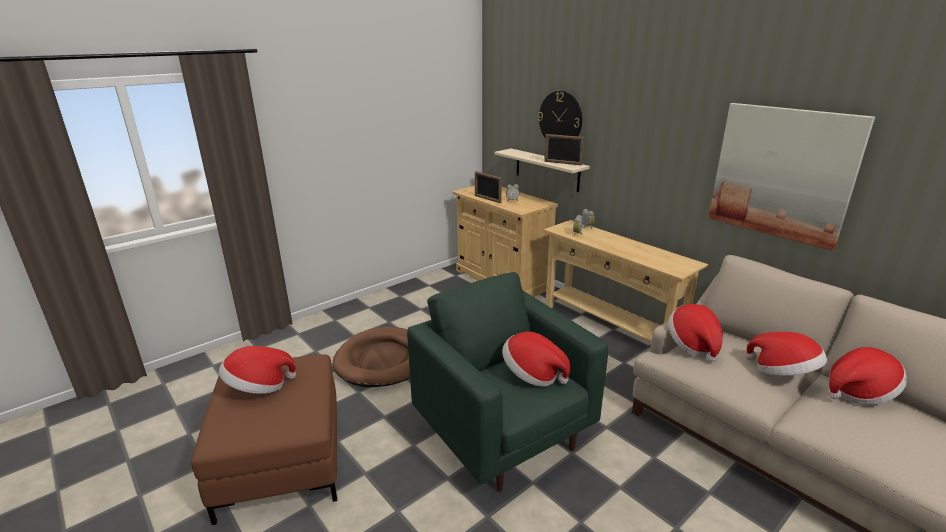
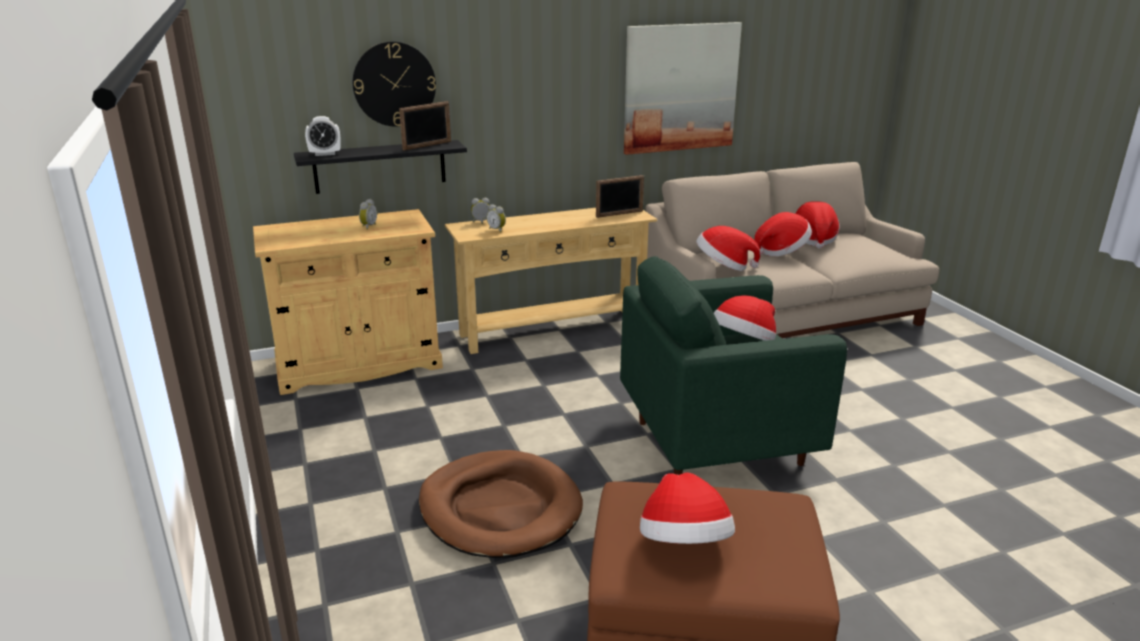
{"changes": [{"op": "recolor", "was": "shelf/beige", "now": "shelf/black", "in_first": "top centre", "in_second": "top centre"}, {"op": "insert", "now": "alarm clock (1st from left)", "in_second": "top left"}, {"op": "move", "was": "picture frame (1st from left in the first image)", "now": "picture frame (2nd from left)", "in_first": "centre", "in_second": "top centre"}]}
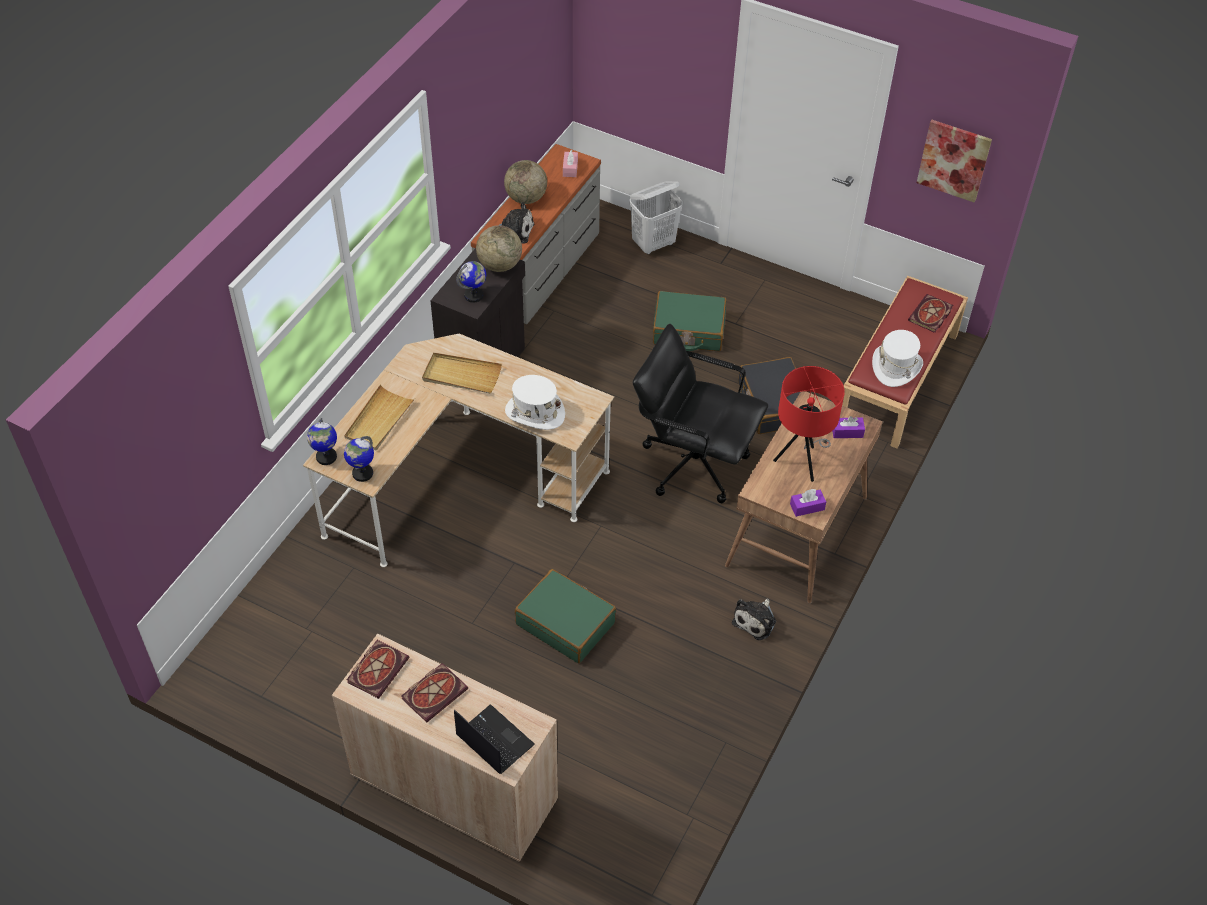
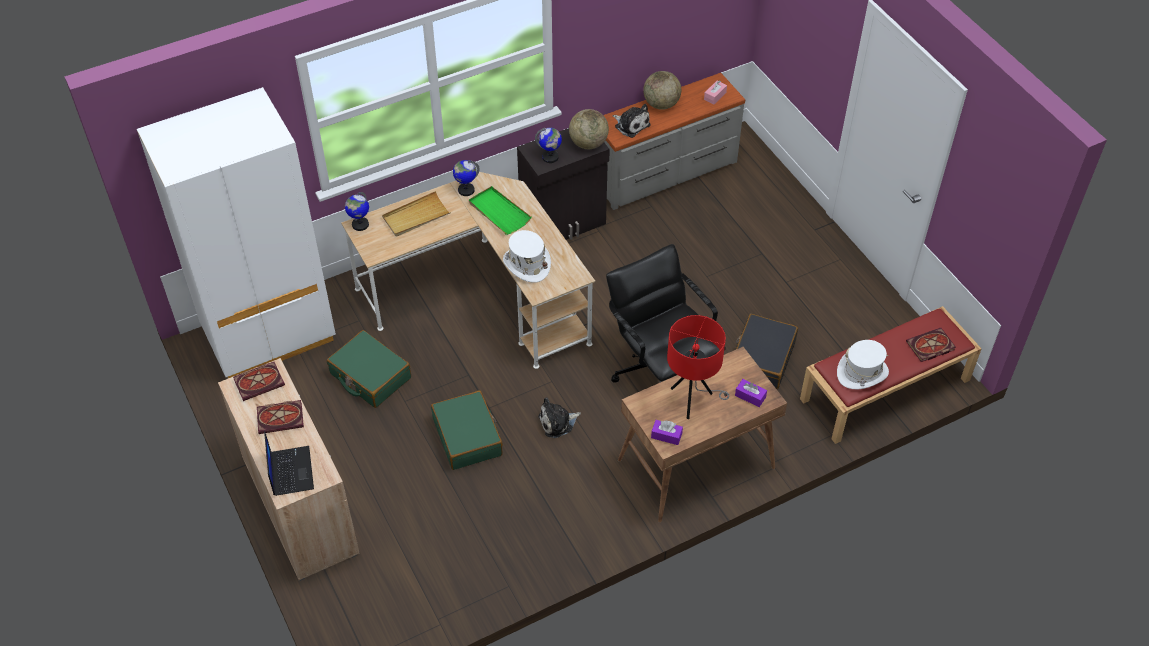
{"changes": [{"op": "insert", "now": "wardrobe/white", "in_second": "middle left"}, {"op": "move", "was": "suitcase/green (2nd from left in the first image)", "now": "suitcase/green (1st from left)", "in_first": "centre", "in_second": "middle left"}, {"op": "move", "was": "globe (2nd from left)", "in_first": "middle left", "in_second": "top centre"}, {"op": "recolor", "was": "tray/beige (2nd from left)", "now": "tray/green", "in_first": "centre", "in_second": "top centre"}, {"op": "move", "was": "plush toy (2nd from left in the first image)", "now": "plush toy (1st from left)", "in_first": "bottom centre", "in_second": "centre"}, {"op": "delete", "was": "laundry basket/white", "in_first": "top centre"}, {"op": "delete", "was": "picture", "in_first": "top right"}]}
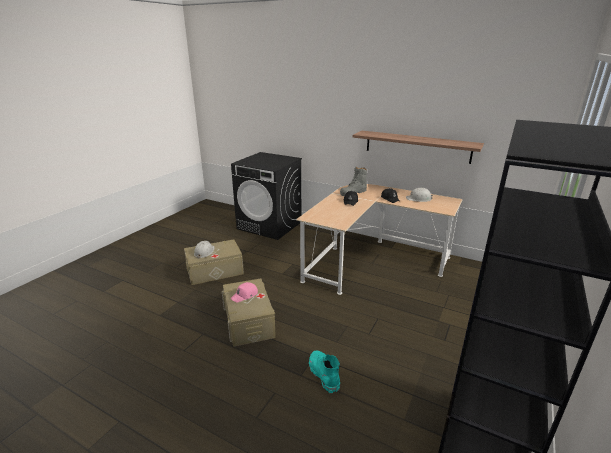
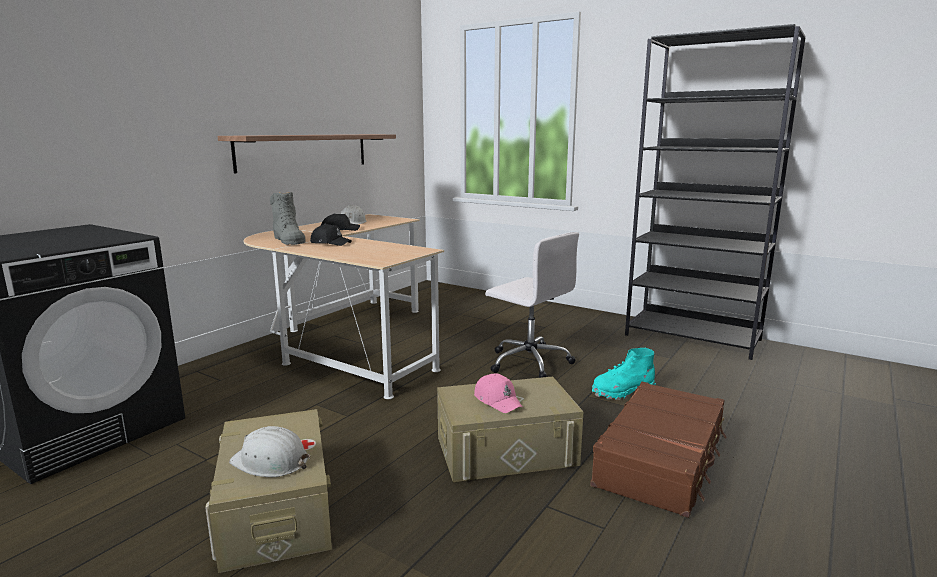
{"changes": [{"op": "insert", "now": "office chair/white", "in_second": "centre"}, {"op": "insert", "now": "suitcase/brown", "in_second": "bottom right"}]}
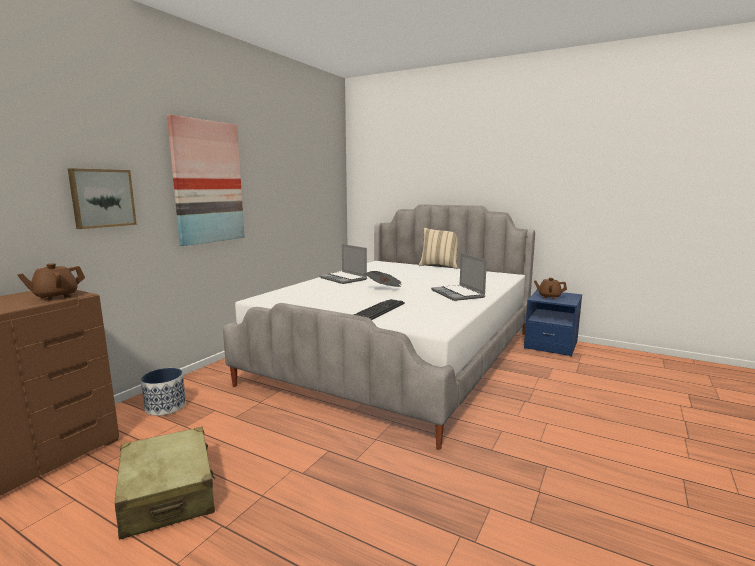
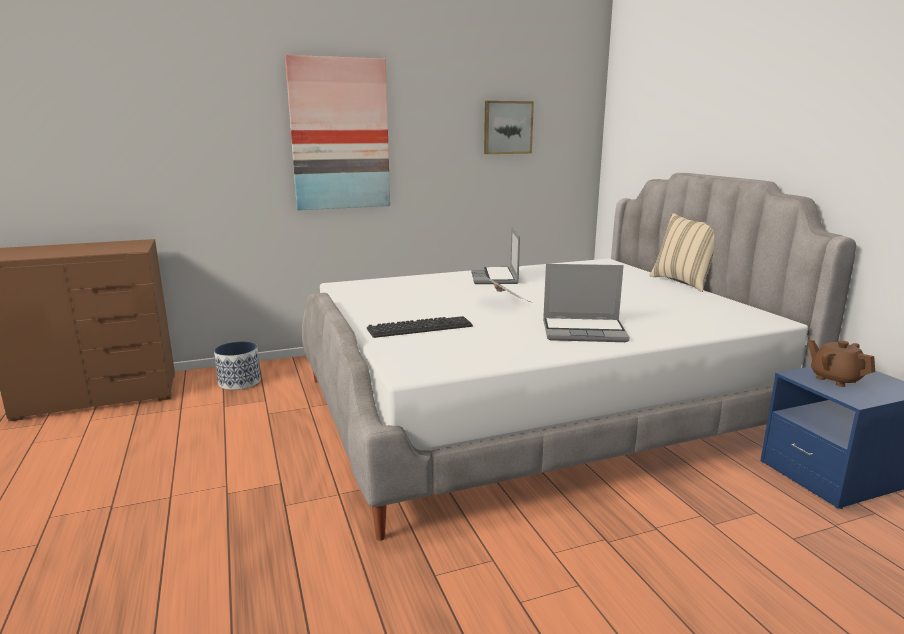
{"changes": [{"op": "move", "was": "picture (1st from left in the first image)", "now": "picture (2nd from left)", "in_first": "middle left", "in_second": "top centre"}, {"op": "rotate", "was": "laptop (2nd from left)", "in_first": "centre", "in_second": "centre", "clockwise": -105}, {"op": "delete", "was": "teapot/brown (1st from left)", "in_first": "middle left"}, {"op": "delete", "was": "suitcase/beige", "in_first": "bottom left"}]}
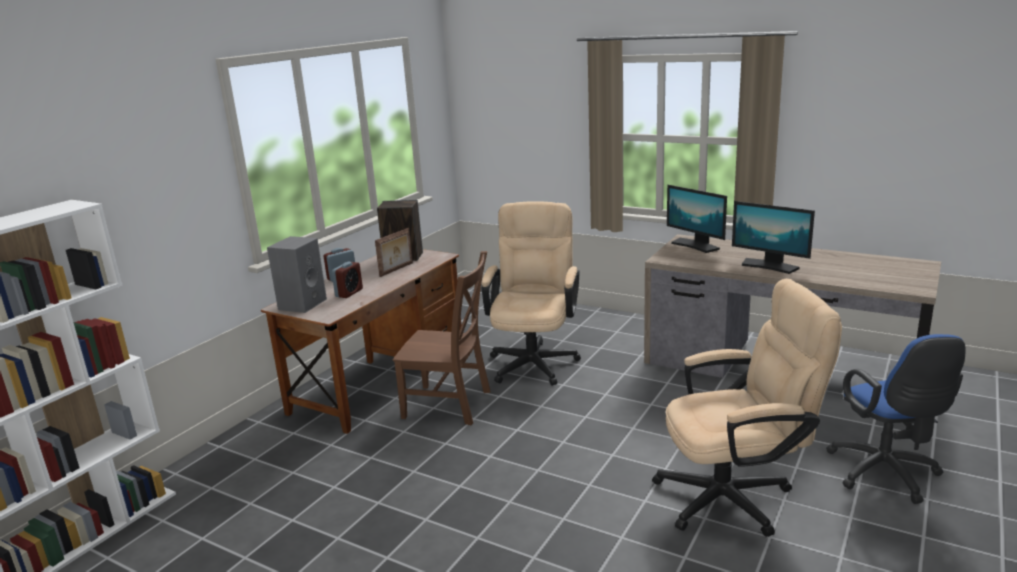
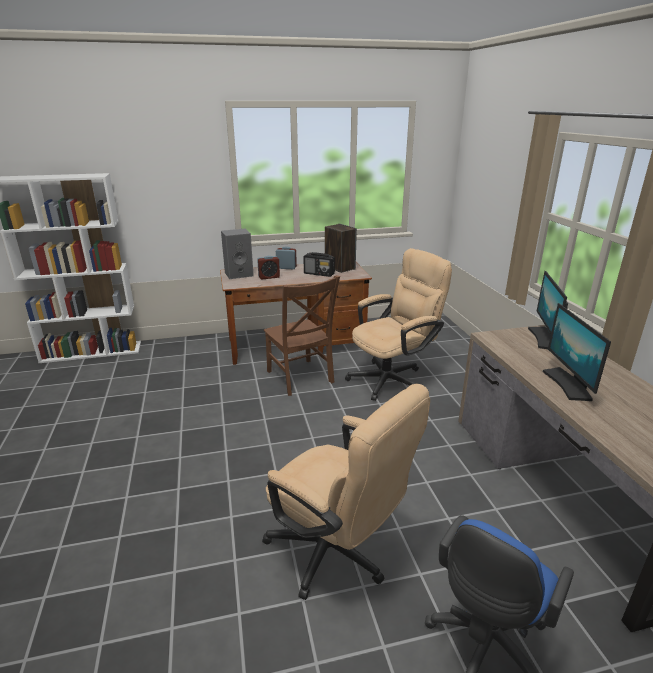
{"changes": [{"op": "replace", "was": "picture frame", "now": "radio", "in_first": "centre", "in_second": "centre"}]}
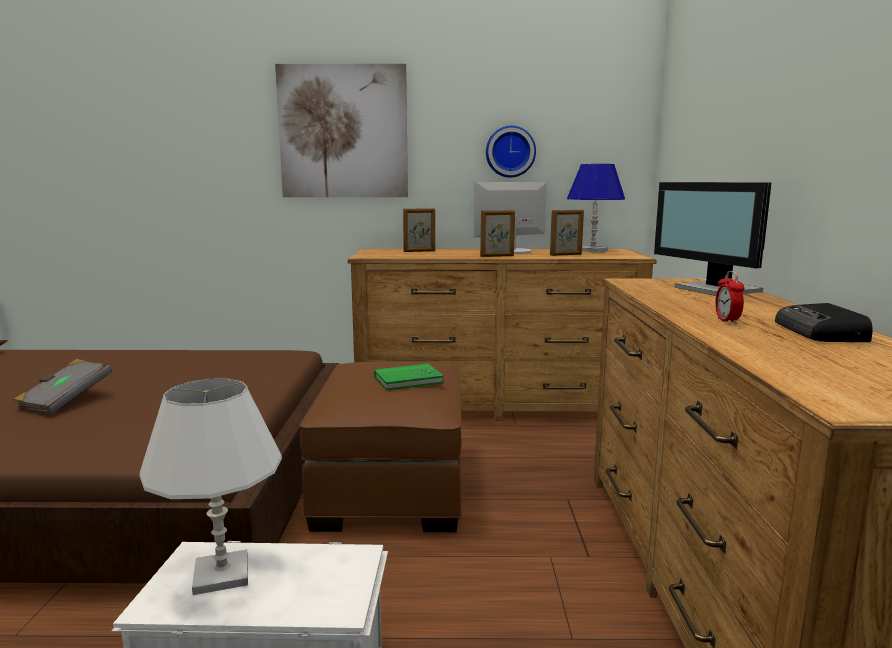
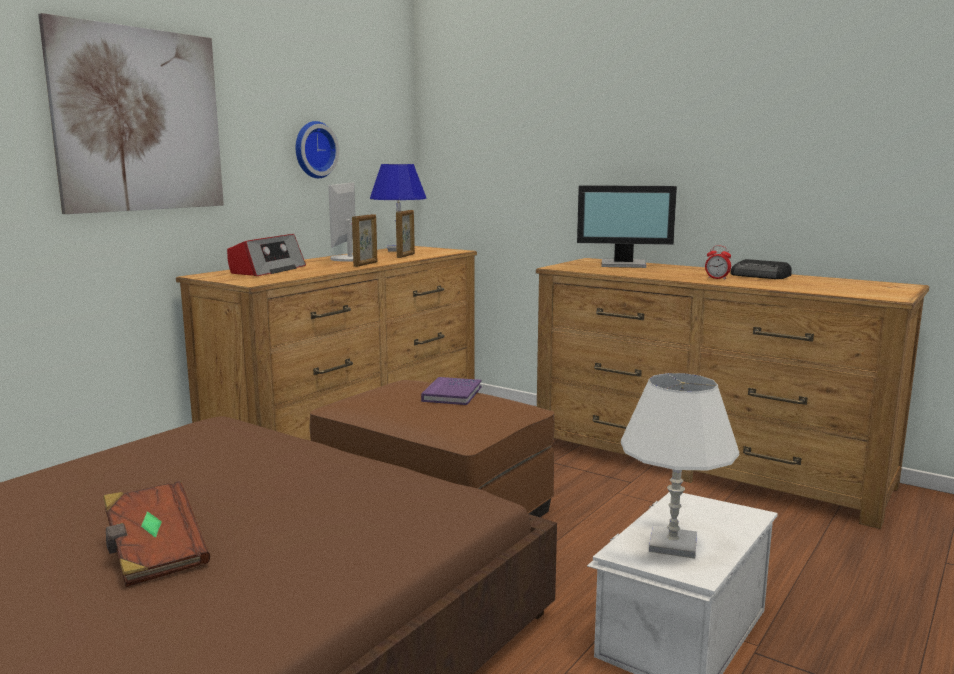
{"changes": [{"op": "recolor", "was": "book/grey", "now": "book/brown", "in_first": "middle left", "in_second": "bottom left"}, {"op": "replace", "was": "picture frame (1st from left)", "now": "radio (1st from left)", "in_first": "centre", "in_second": "middle left"}, {"op": "recolor", "was": "book/green", "now": "book/purple", "in_first": "centre", "in_second": "centre"}]}
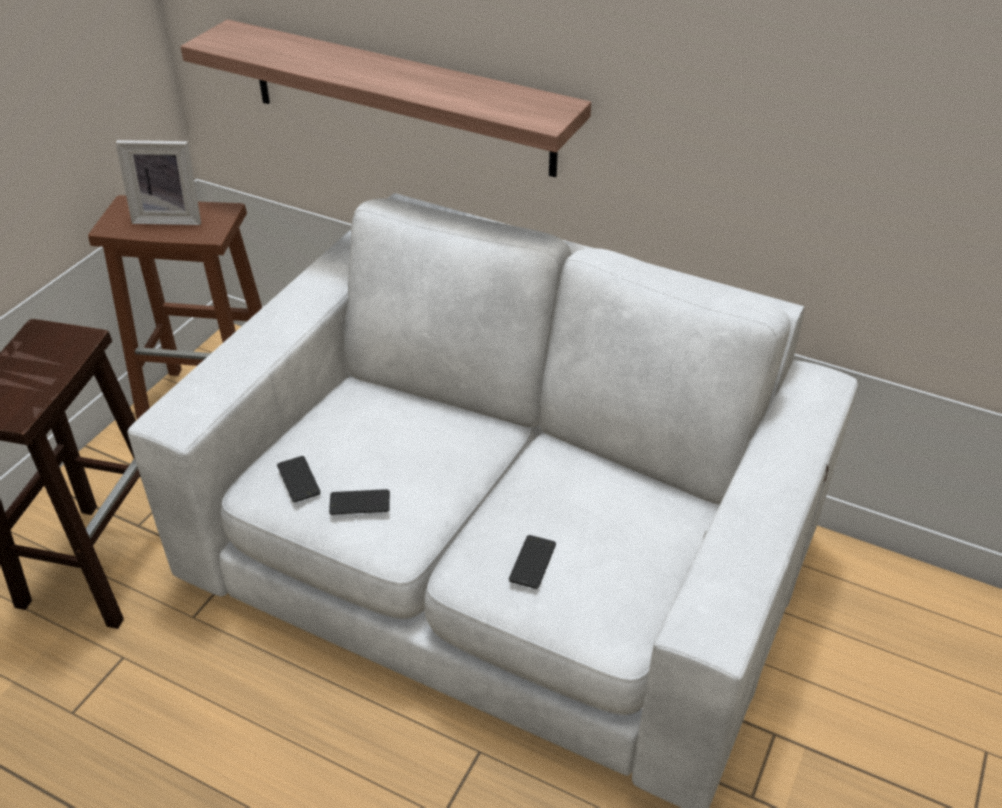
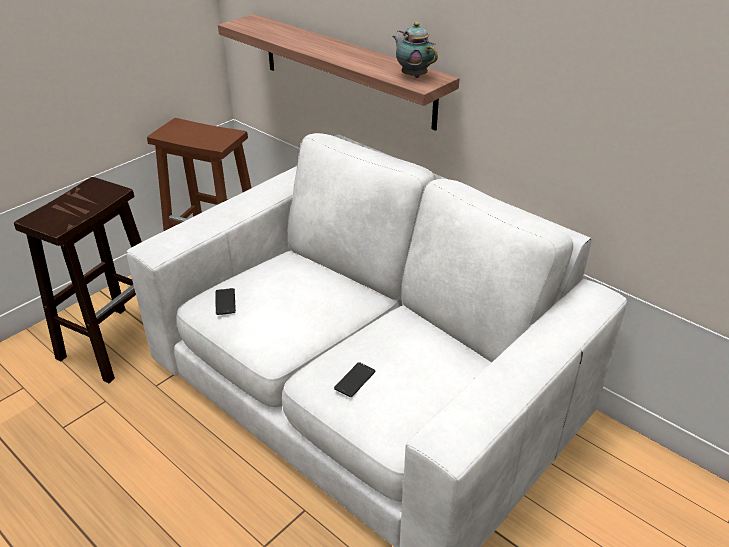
{"changes": [{"op": "insert", "now": "teapot", "in_second": "top centre"}, {"op": "delete", "was": "picture frame", "in_first": "top left"}, {"op": "delete", "was": "phone (2nd from left)", "in_first": "centre"}]}
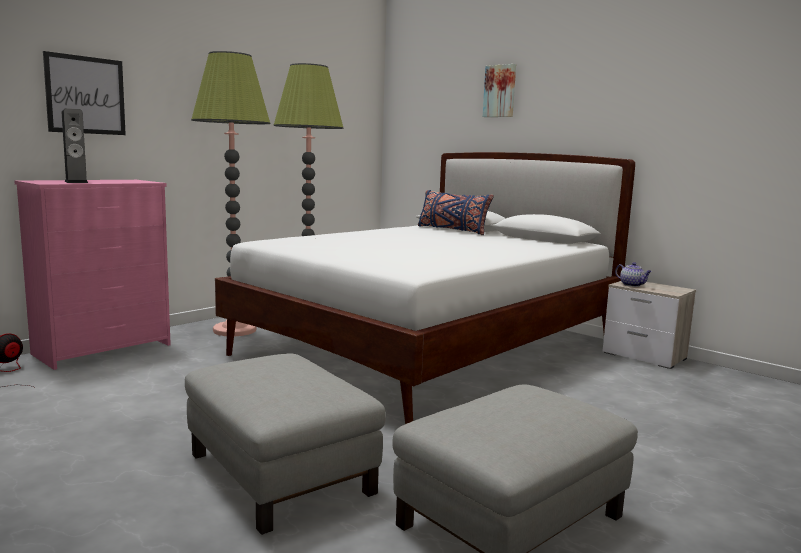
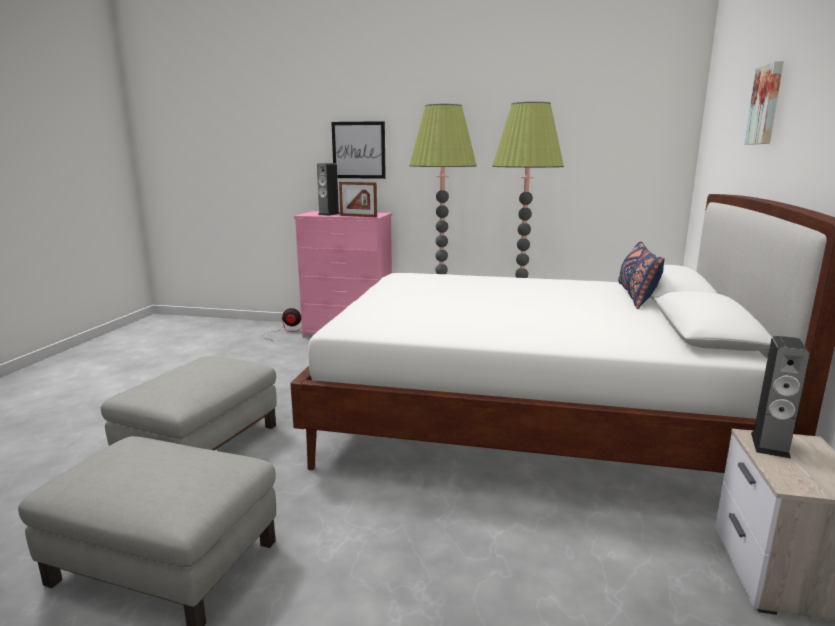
{"changes": [{"op": "insert", "now": "picture frame", "in_second": "top centre"}, {"op": "replace", "was": "teapot", "now": "speaker (2nd from left)", "in_first": "middle right", "in_second": "middle right"}]}
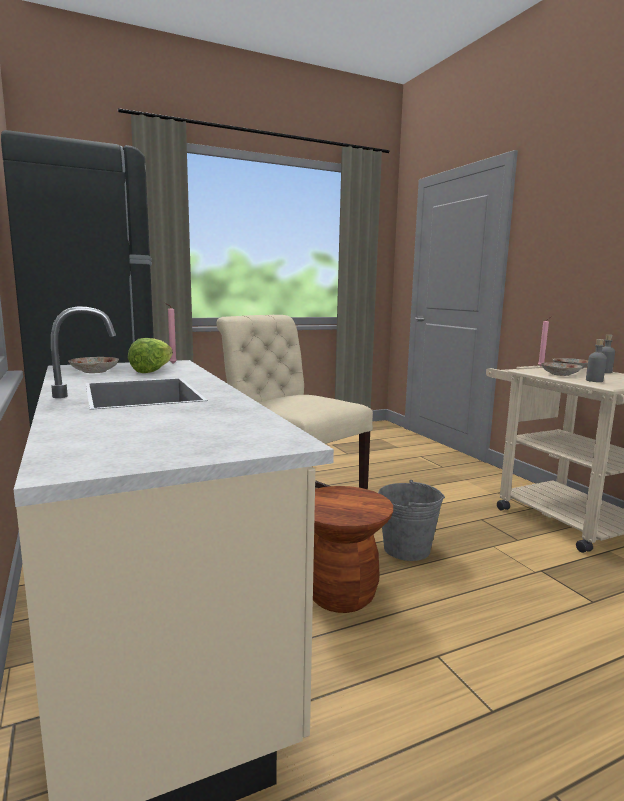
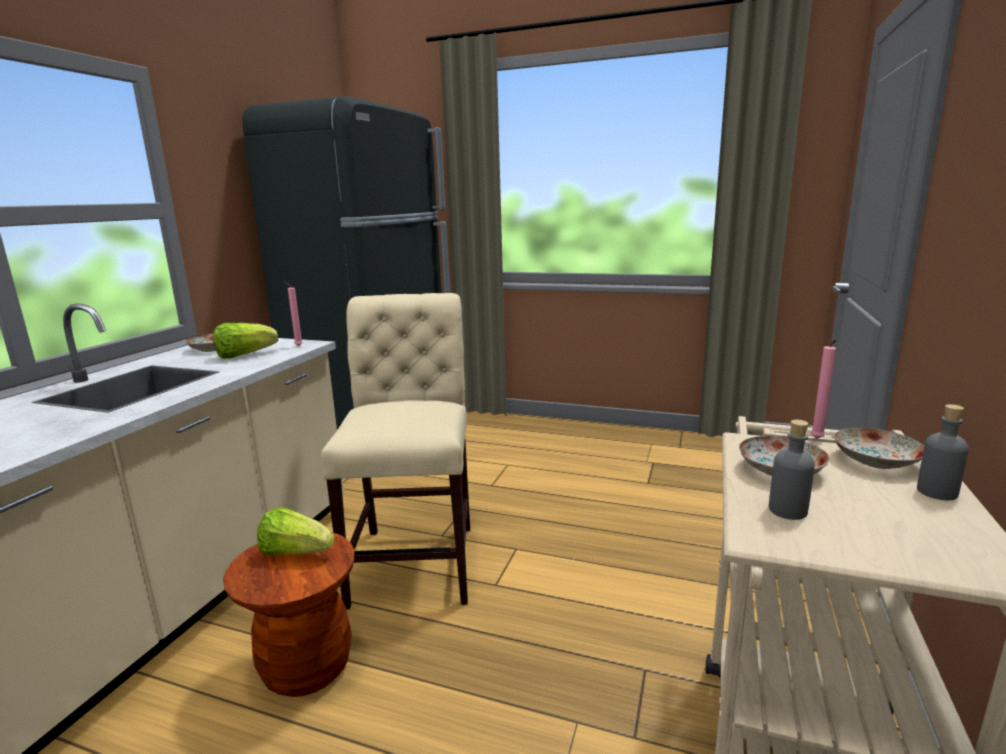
{"changes": [{"op": "insert", "now": "lettuce (2nd from left)", "in_second": "bottom left"}, {"op": "delete", "was": "bucket/grey", "in_first": "centre"}]}
